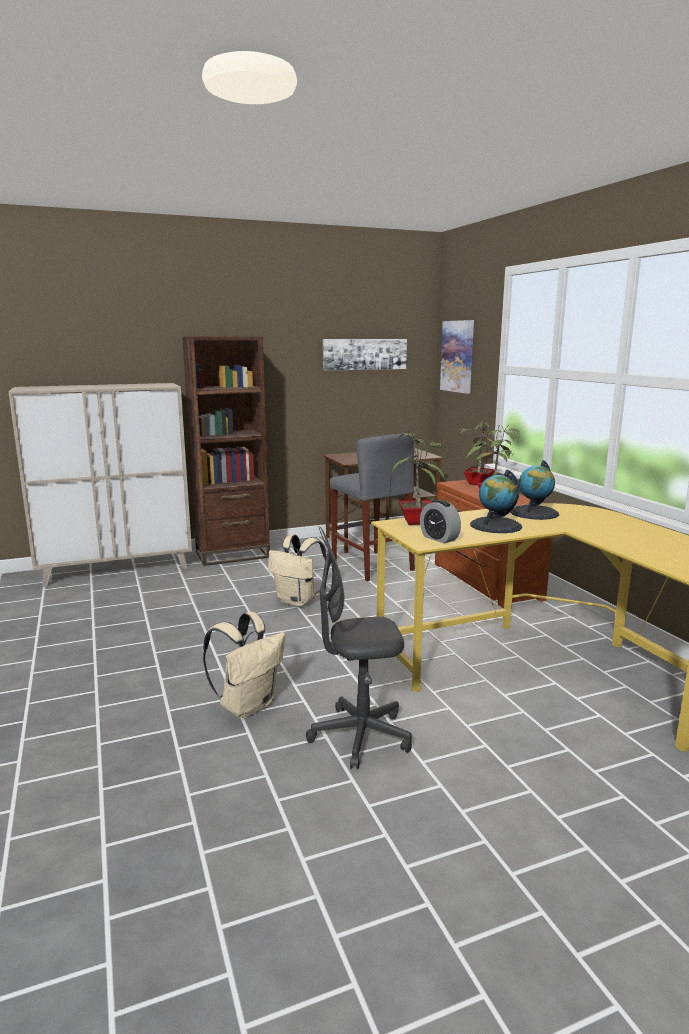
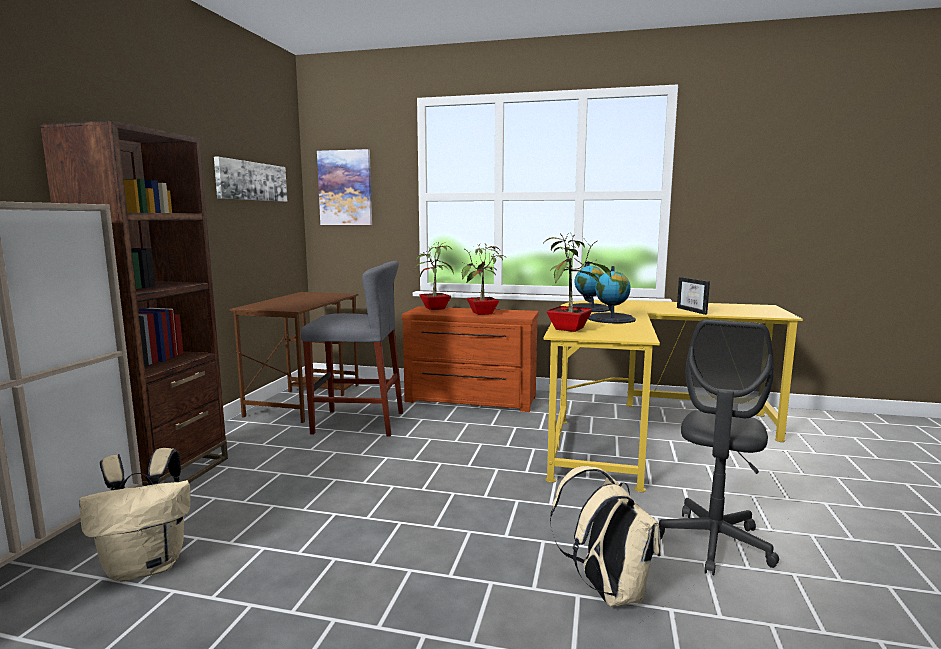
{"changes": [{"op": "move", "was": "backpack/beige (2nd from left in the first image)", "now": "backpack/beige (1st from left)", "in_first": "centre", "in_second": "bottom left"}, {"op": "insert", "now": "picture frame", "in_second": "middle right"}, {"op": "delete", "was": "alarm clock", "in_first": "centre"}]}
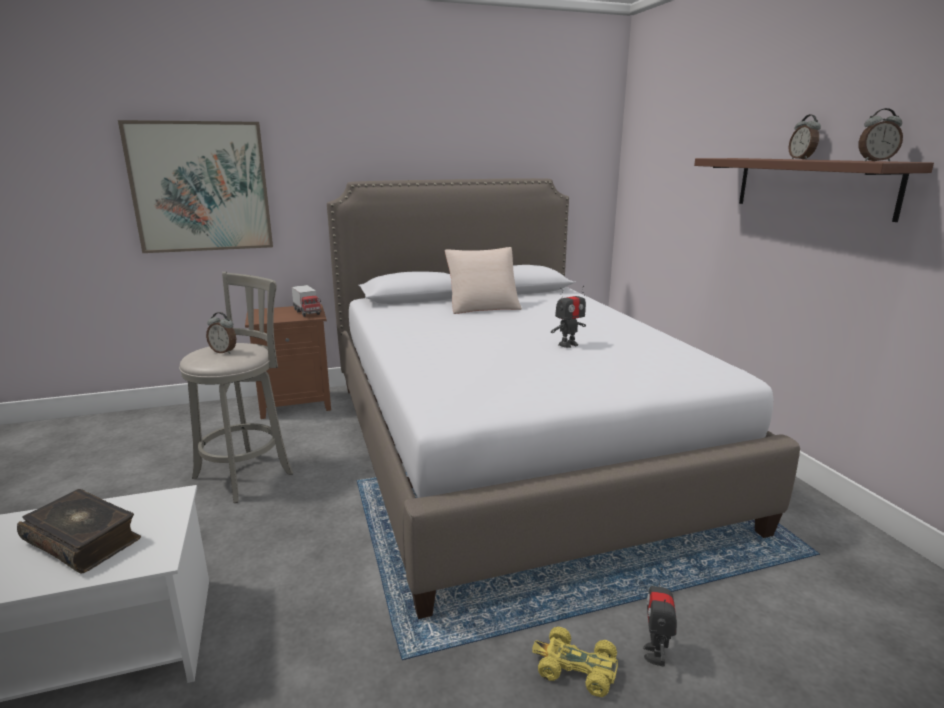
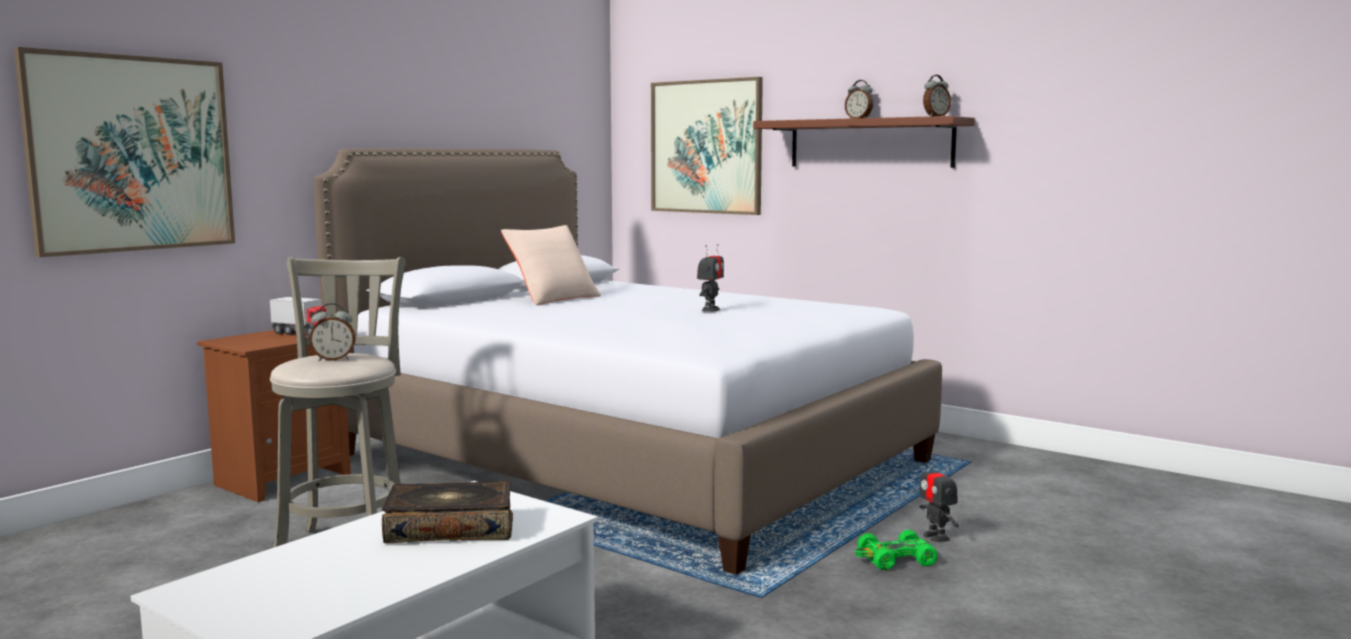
{"changes": [{"op": "insert", "now": "picture (2nd from left)", "in_second": "top centre"}, {"op": "recolor", "was": "toy car/yellow", "now": "toy car/green", "in_first": "bottom centre", "in_second": "bottom centre"}]}
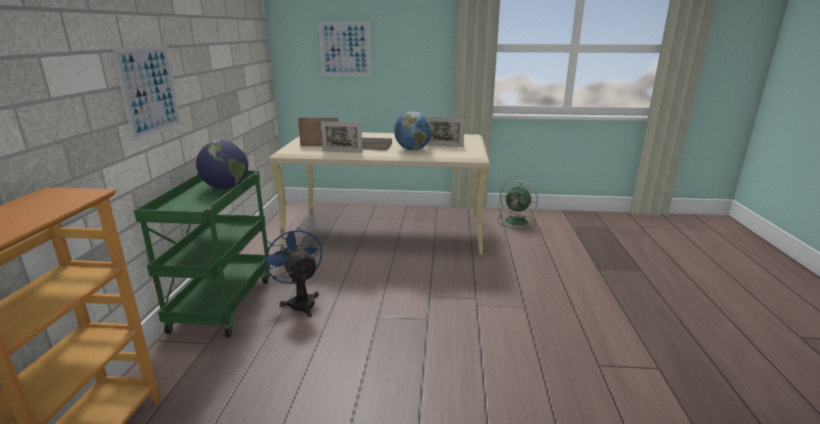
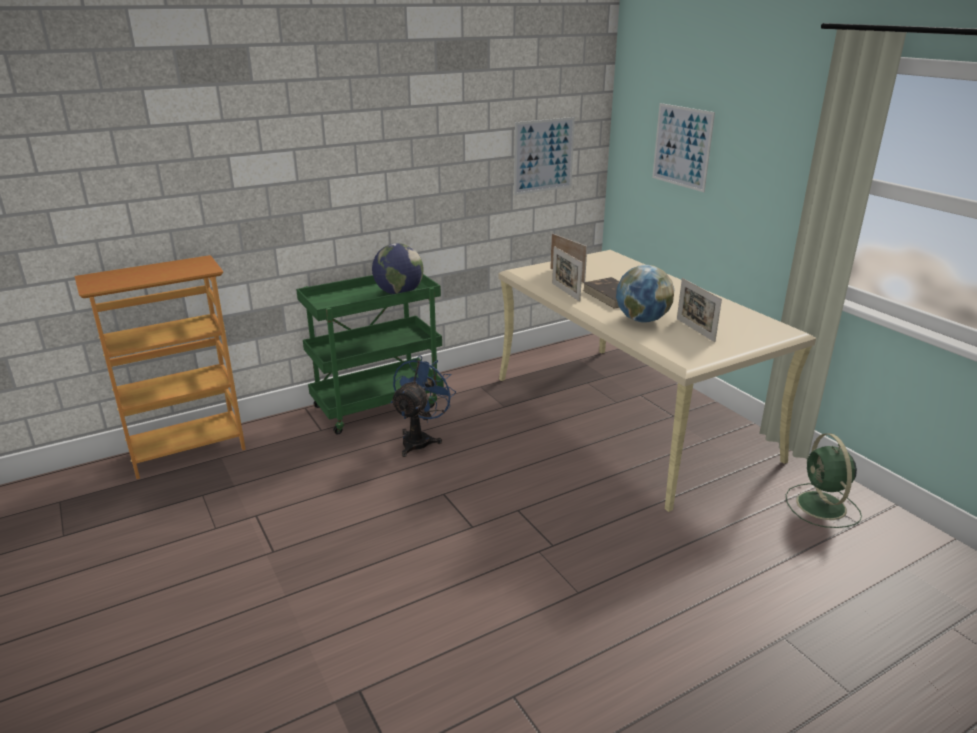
{"changes": [{"op": "move", "was": "picture (1st from left)", "in_first": "top left", "in_second": "top centre"}]}
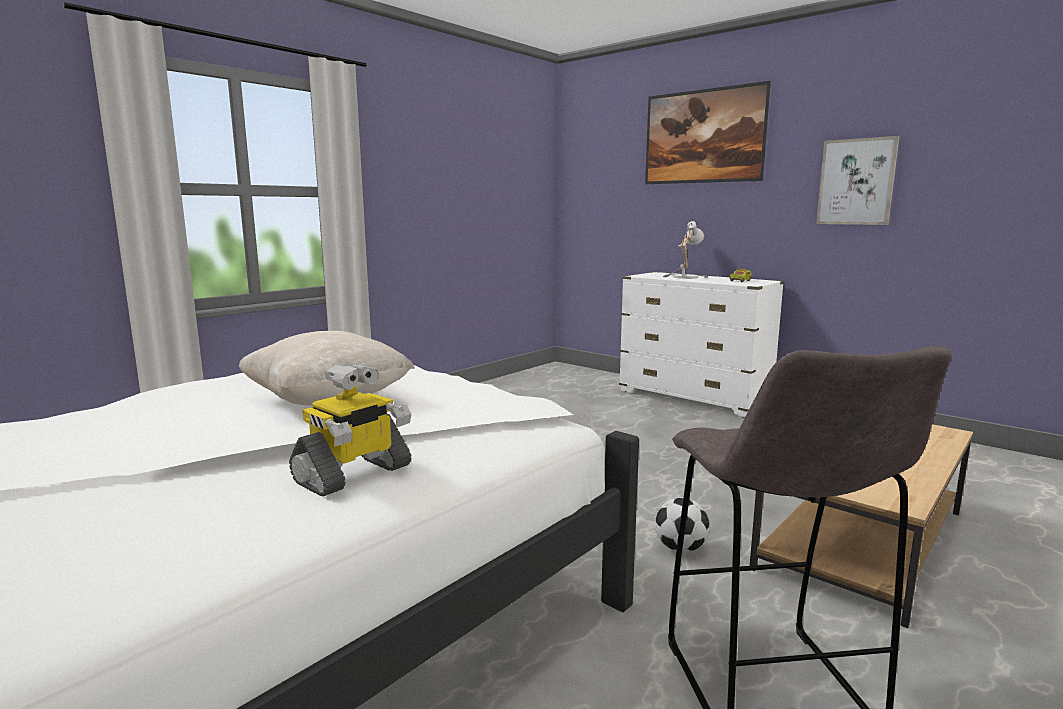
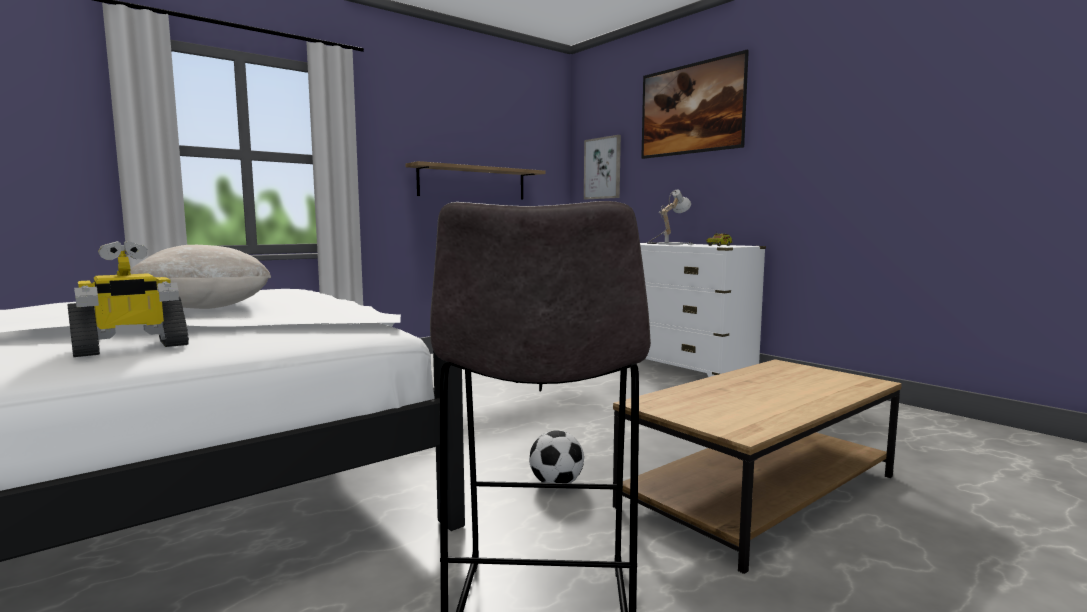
{"changes": [{"op": "insert", "now": "shelf", "in_second": "top centre"}, {"op": "move", "was": "picture (2nd from left in the first image)", "now": "picture (1st from left)", "in_first": "top right", "in_second": "top centre"}]}
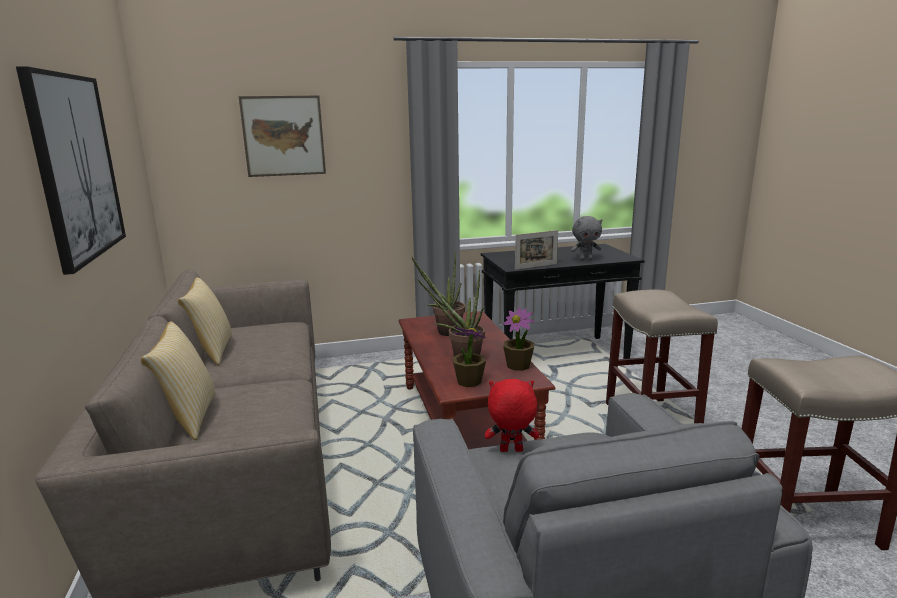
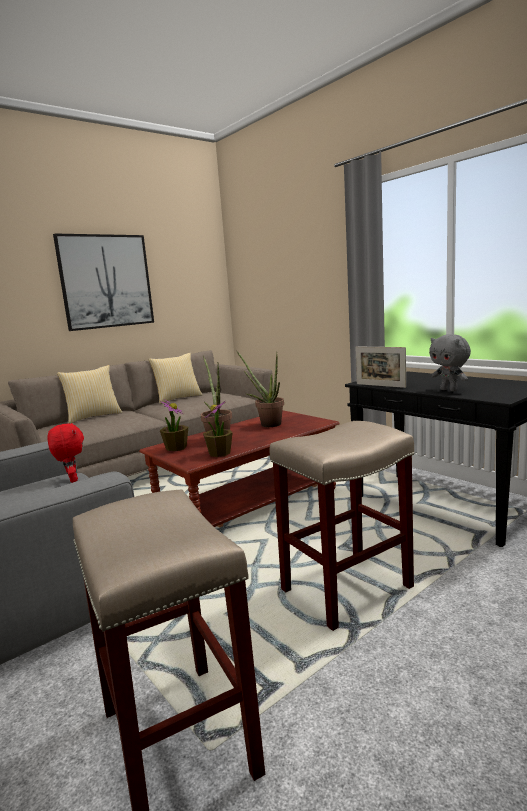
{"changes": [{"op": "delete", "was": "picture (2nd from left)", "in_first": "top left"}]}
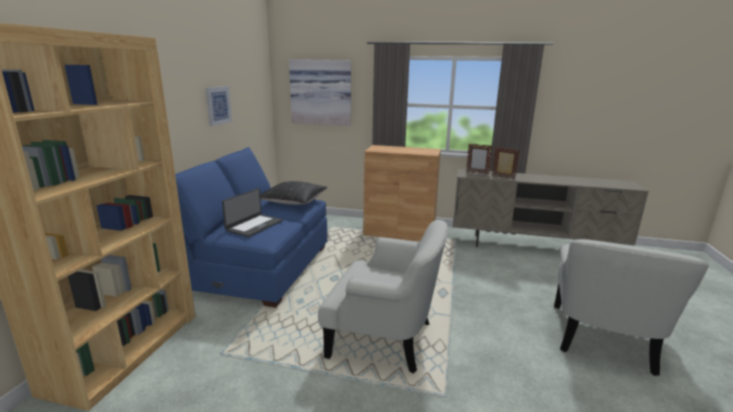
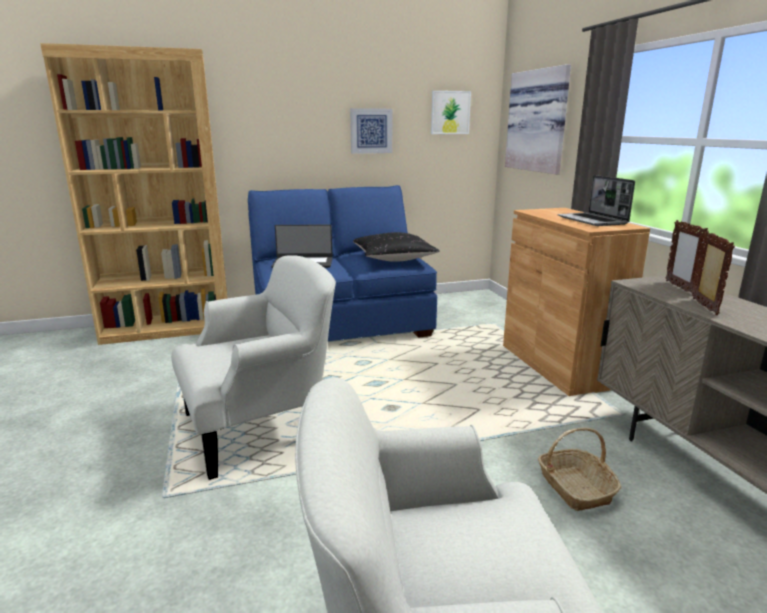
{"changes": [{"op": "rotate", "was": "armchair/white (1st from left)", "in_first": "bottom centre", "in_second": "middle left", "clockwise": -105}, {"op": "insert", "now": "picture (2nd from left)", "in_second": "top centre"}, {"op": "insert", "now": "basket", "in_second": "bottom right"}, {"op": "insert", "now": "laptop (2nd from left)", "in_second": "top right"}]}
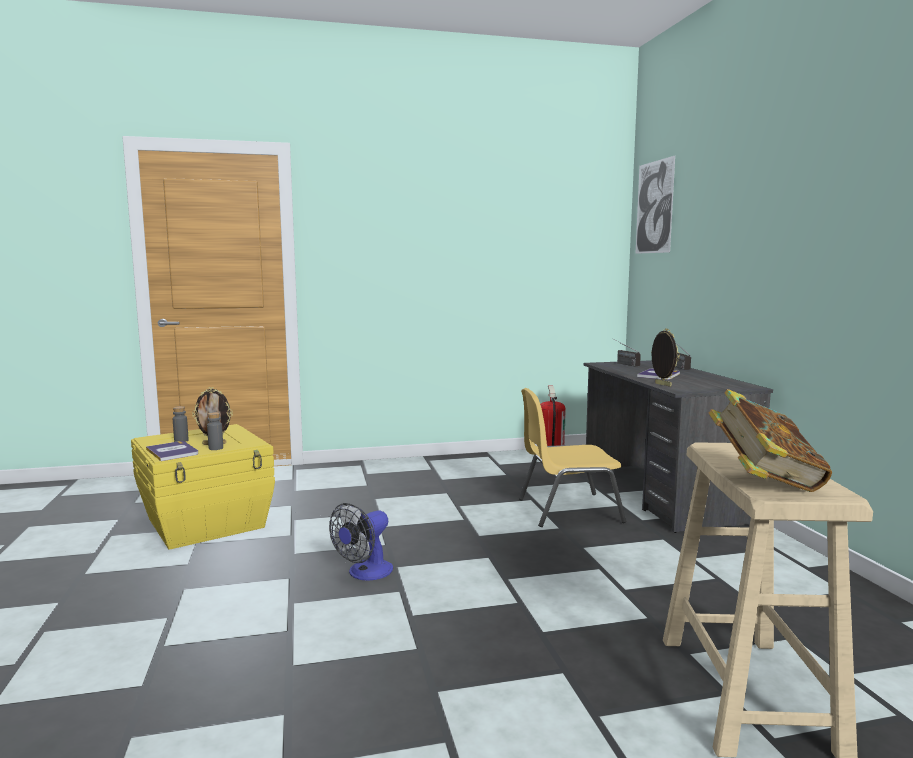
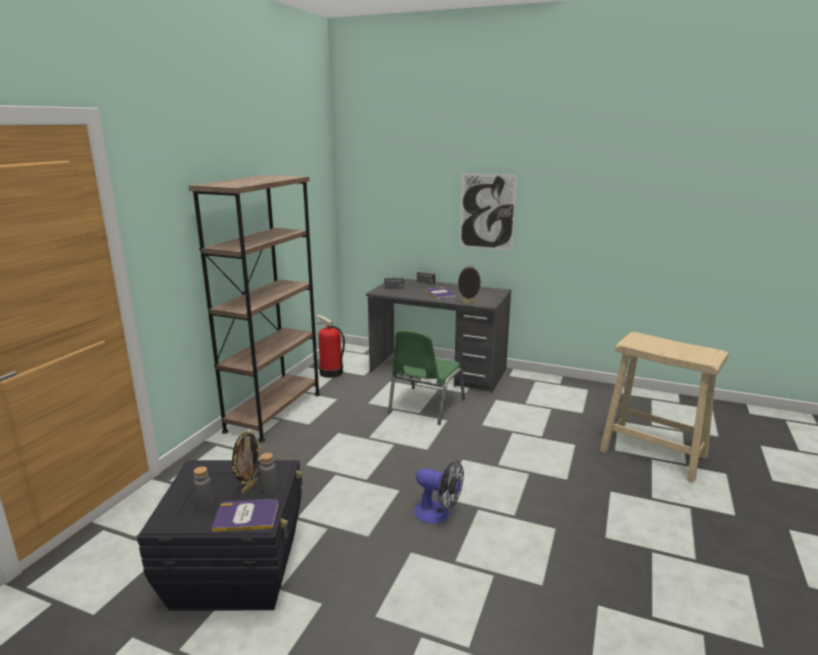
{"changes": [{"op": "recolor", "was": "storage box/yellow", "now": "storage box/black", "in_first": "middle left", "in_second": "bottom left"}, {"op": "insert", "now": "bookcase/brown", "in_second": "middle left"}, {"op": "recolor", "was": "chair/yellow", "now": "chair/green", "in_first": "centre", "in_second": "centre"}, {"op": "rotate", "was": "fan", "in_first": "bottom centre", "in_second": "bottom centre", "clockwise": -45}, {"op": "move", "was": "picture", "in_first": "top right", "in_second": "top centre"}, {"op": "delete", "was": "book (3rd from left)", "in_first": "middle right"}]}
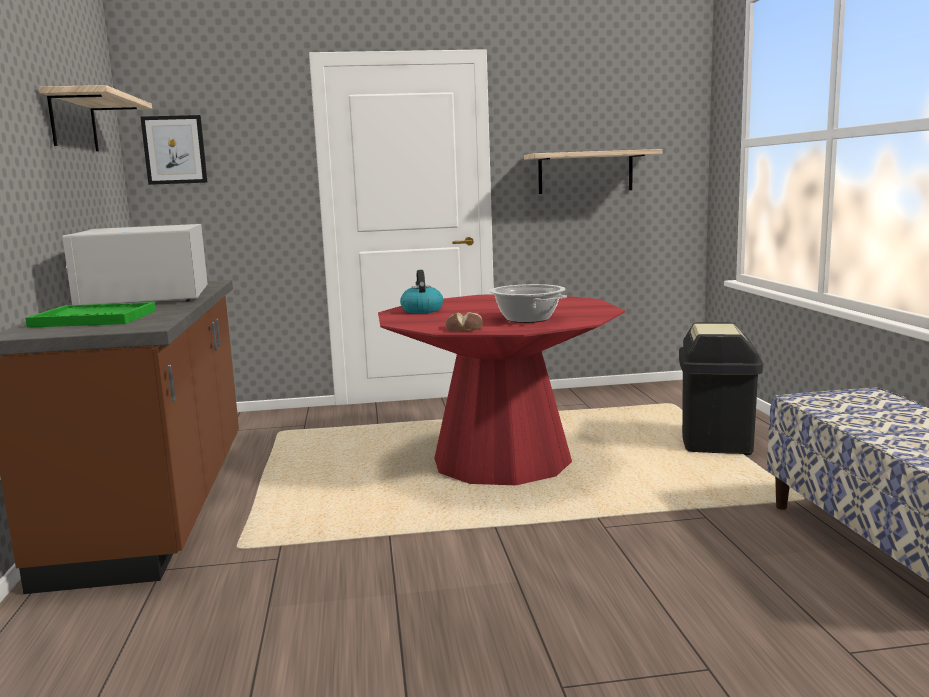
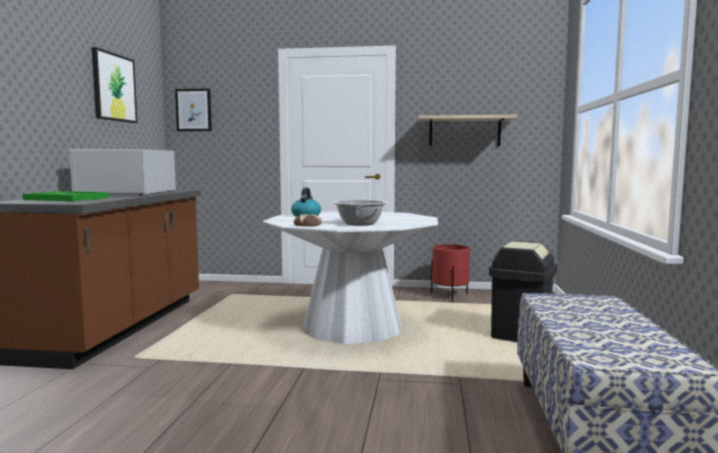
{"changes": [{"op": "replace", "was": "shelf (1st from left)", "now": "picture (1st from left)", "in_first": "top left", "in_second": "top left"}, {"op": "recolor", "was": "dining table/red", "now": "dining table/white", "in_first": "centre", "in_second": "centre"}, {"op": "insert", "now": "planter/red", "in_second": "centre"}]}
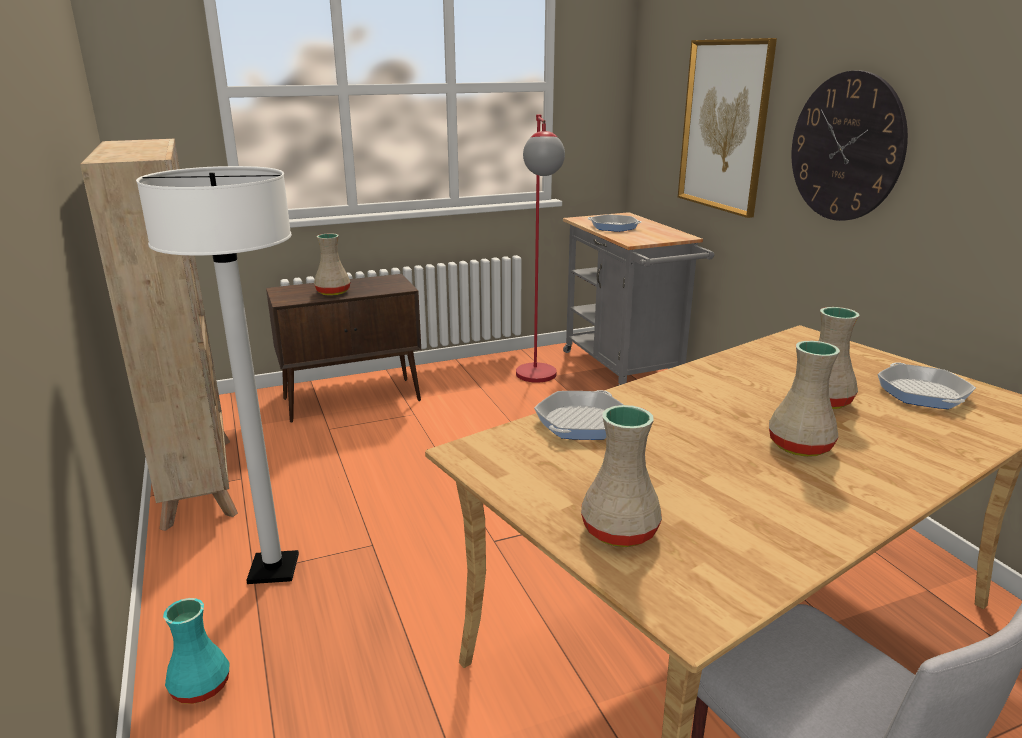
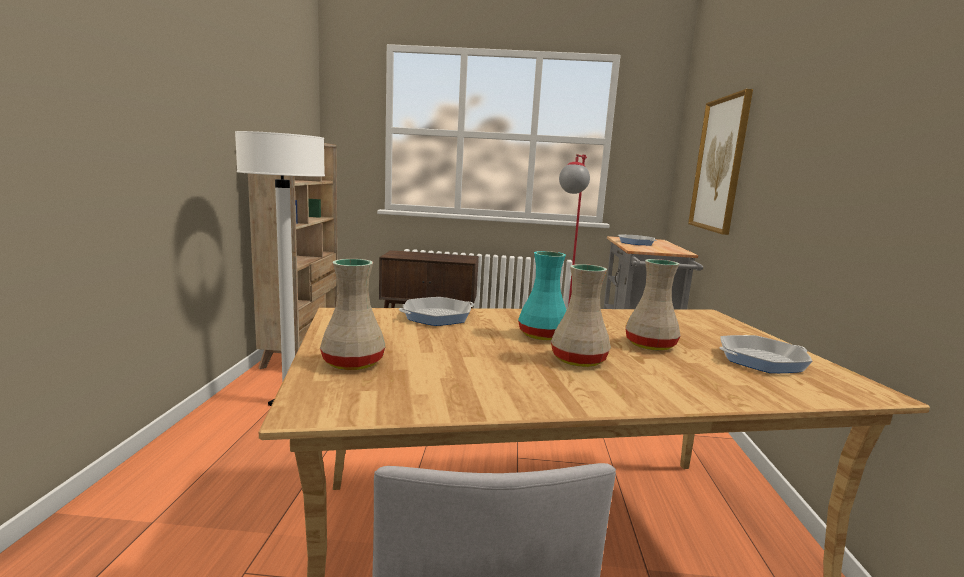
{"changes": [{"op": "move", "was": "vase/turquoise", "in_first": "bottom left", "in_second": "centre"}, {"op": "rotate", "was": "frying pan (3rd from left)", "in_first": "middle right", "in_second": "middle right", "clockwise": 60}, {"op": "delete", "was": "vase/beige (1st from left)", "in_first": "middle left"}, {"op": "delete", "was": "wall clock", "in_first": "top right"}]}
